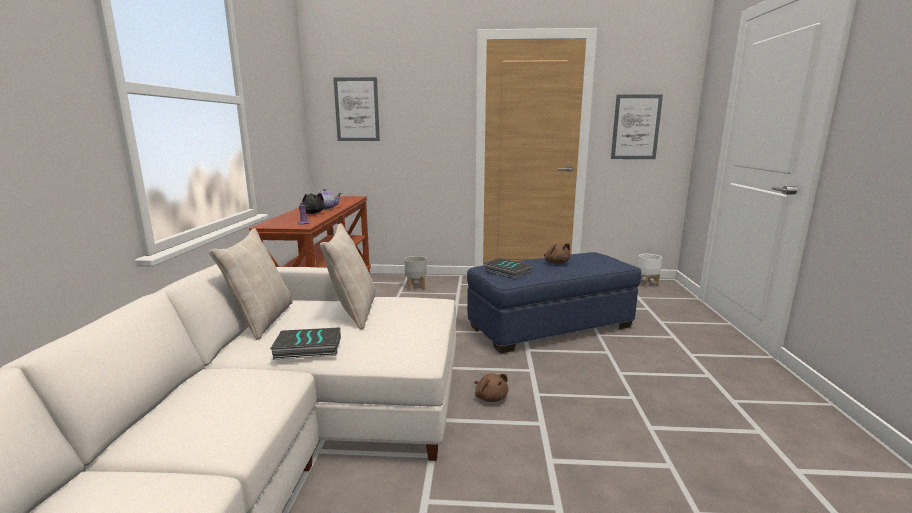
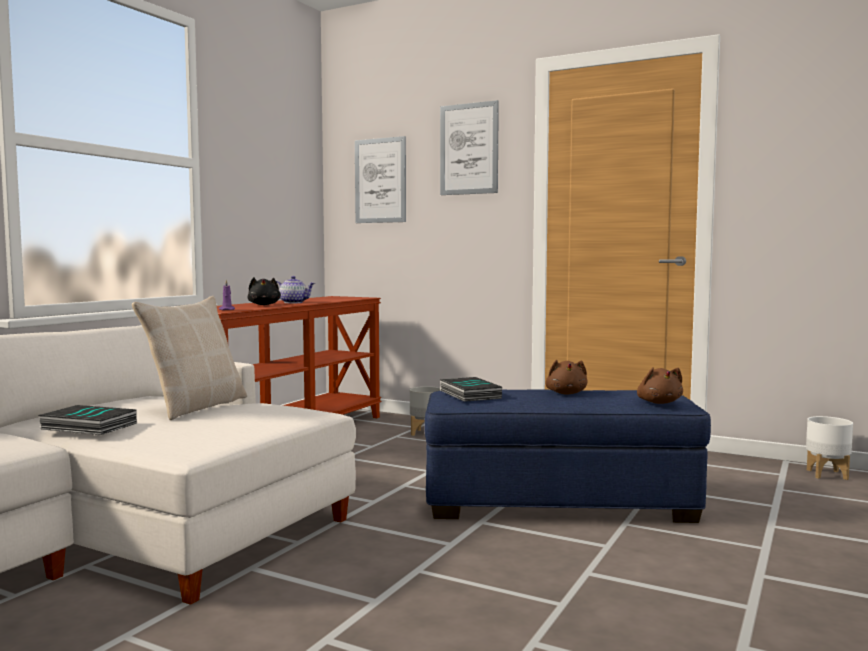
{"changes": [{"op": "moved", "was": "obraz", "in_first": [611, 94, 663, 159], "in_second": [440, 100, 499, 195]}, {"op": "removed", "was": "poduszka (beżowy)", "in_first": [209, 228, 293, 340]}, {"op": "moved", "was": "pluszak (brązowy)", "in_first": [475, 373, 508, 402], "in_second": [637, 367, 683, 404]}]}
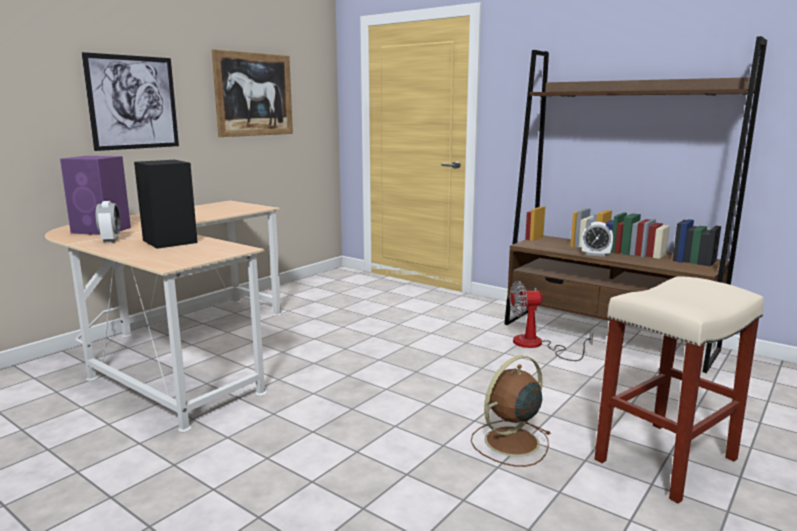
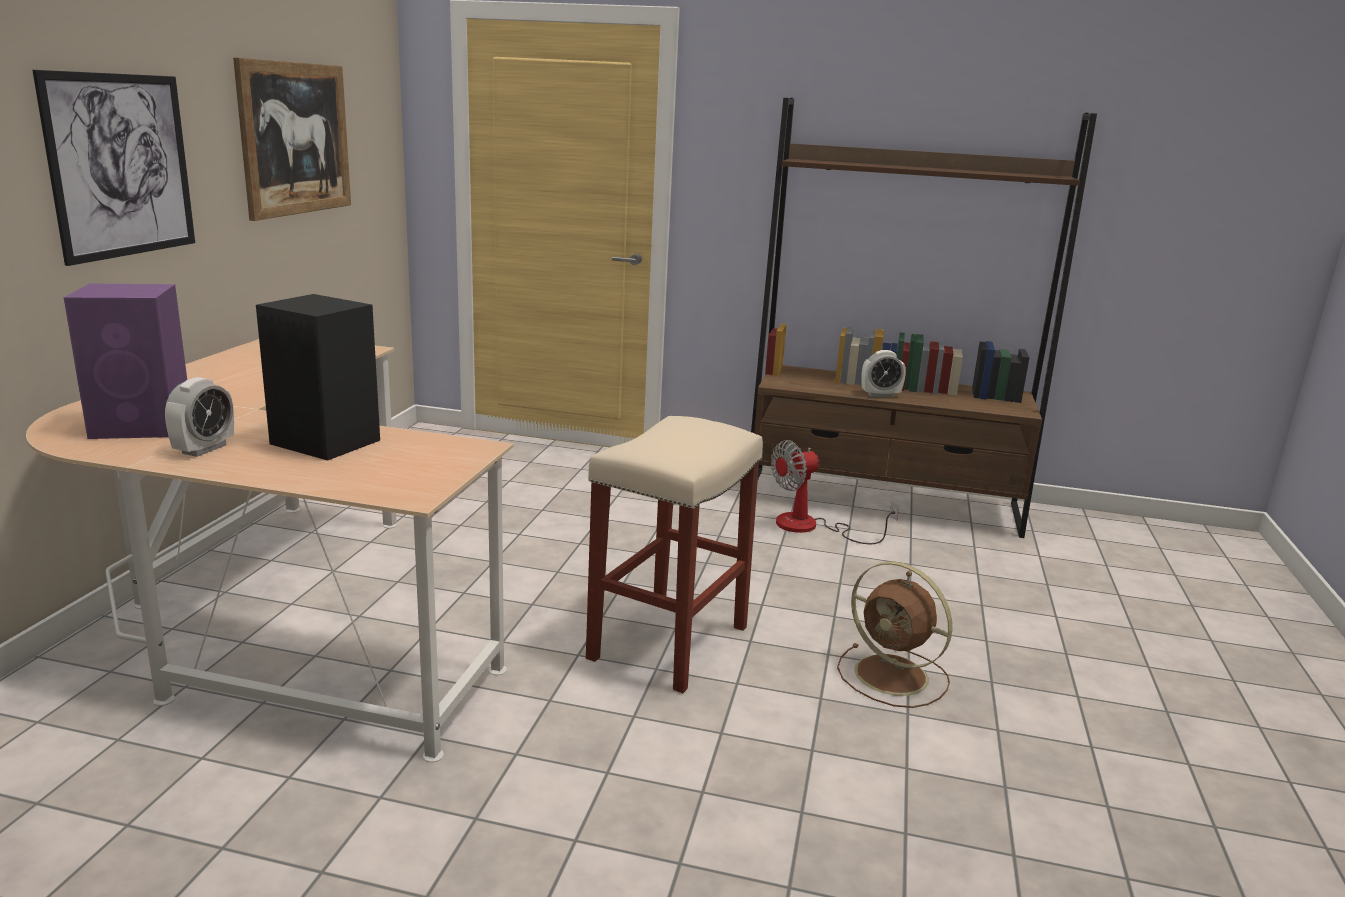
{"changes": [{"op": "turned", "was": "budzik", "in_first": [96, 201, 120, 243], "in_second": [165, 377, 234, 457], "clockwise": 60}, {"op": "moved", "was": "stołek (beżowy)", "in_first": [595, 276, 764, 504], "in_second": [586, 416, 763, 693]}, {"op": "turned", "was": "wentylator (brązowy)", "in_first": [471, 355, 550, 467], "in_second": [837, 561, 952, 708], "clockwise": -75}]}
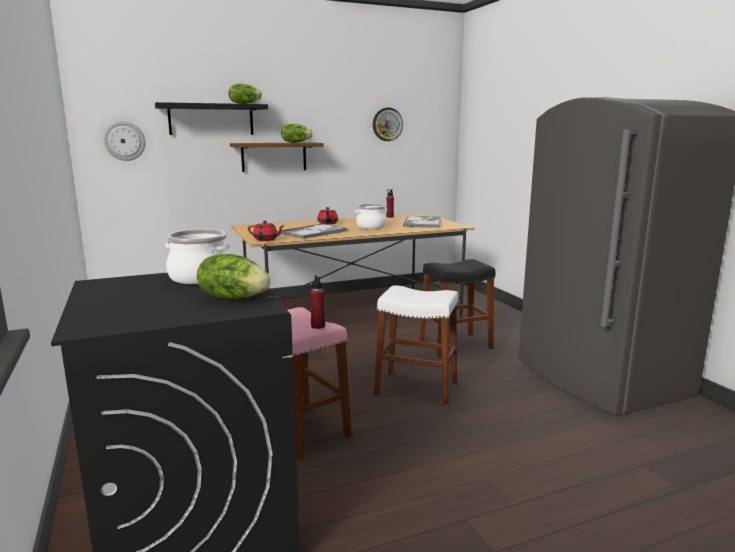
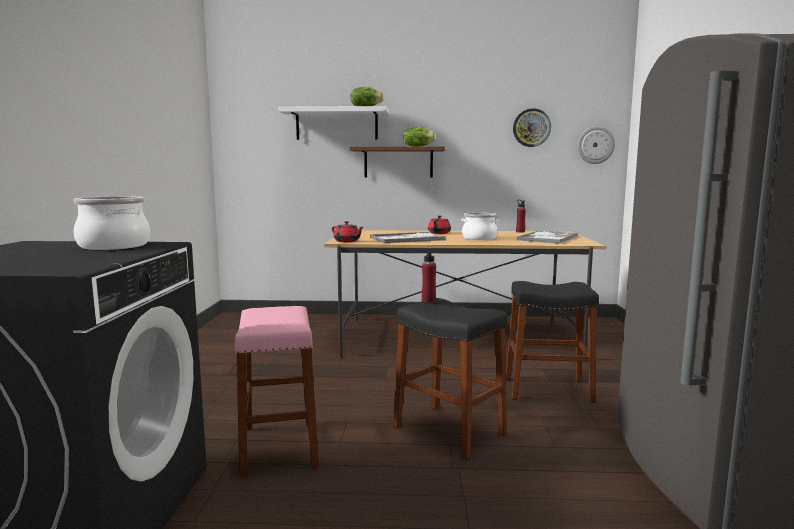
{"changes": [{"op": "recoloured", "was": "półka (czarny)", "now": "półka (biały)", "in_first": [155, 102, 268, 135], "in_second": [278, 106, 389, 140]}, {"op": "moved", "was": "zegar ścienny", "in_first": [103, 121, 146, 161], "in_second": [577, 126, 615, 164]}, {"op": "removed", "was": "sałata", "in_first": [197, 254, 271, 300]}, {"op": "moved", "was": "butelka (czerwony)", "in_first": [310, 275, 325, 329], "in_second": [422, 249, 436, 302]}, {"op": "recoloured", "was": "stołek (biały)", "now": "stołek (czarny)", "in_first": [374, 285, 458, 406], "in_second": [393, 298, 507, 460]}]}
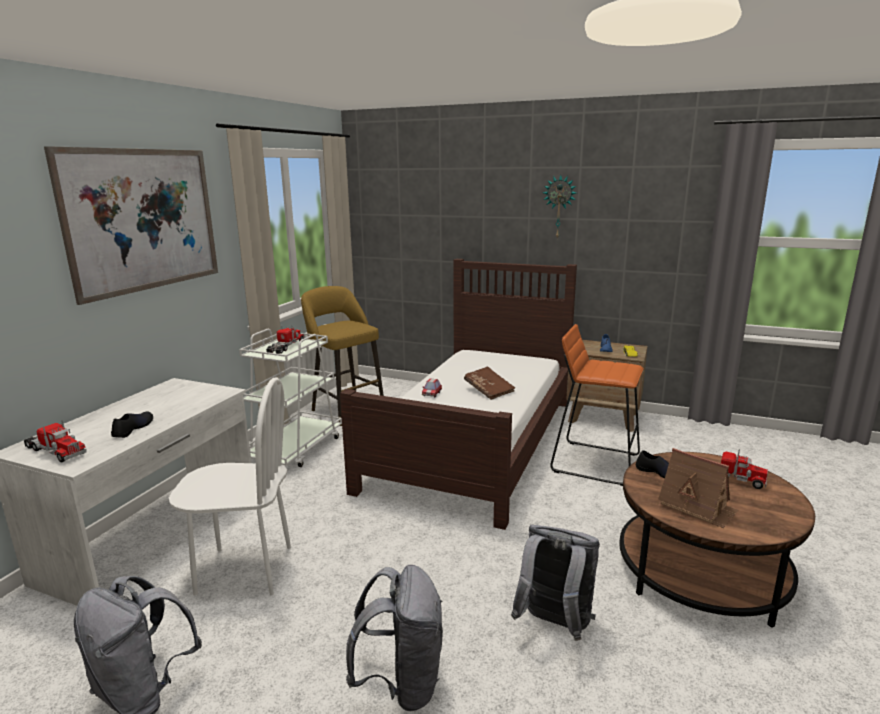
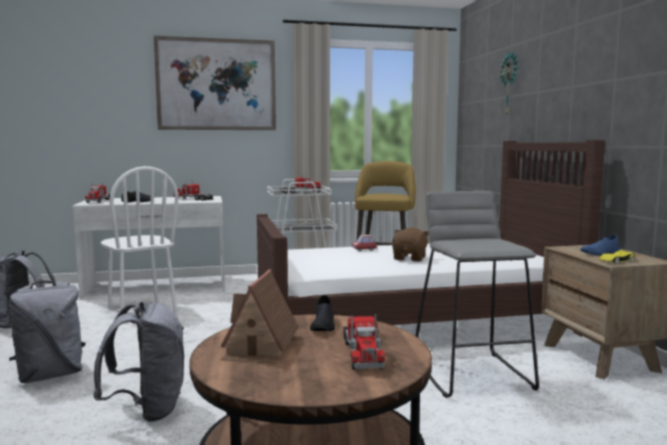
{"changes": [{"op": "moved", "was": "zegar ścienny", "in_first": [543, 175, 576, 239], "in_second": [500, 52, 518, 115]}, {"op": "recoloured", "was": "stołek (pomarańczowy)", "now": "stołek (szary)", "in_first": [550, 324, 644, 486], "in_second": [415, 191, 539, 398]}, {"op": "replaced", "was": "książka (brązowy)", "now": "pluszak (brązowy)", "in_first": [464, 366, 515, 400], "in_second": [392, 228, 429, 261]}, {"op": "added", "now": "ciężarówka zabawkowa", "in_second": [173, 181, 213, 201]}]}
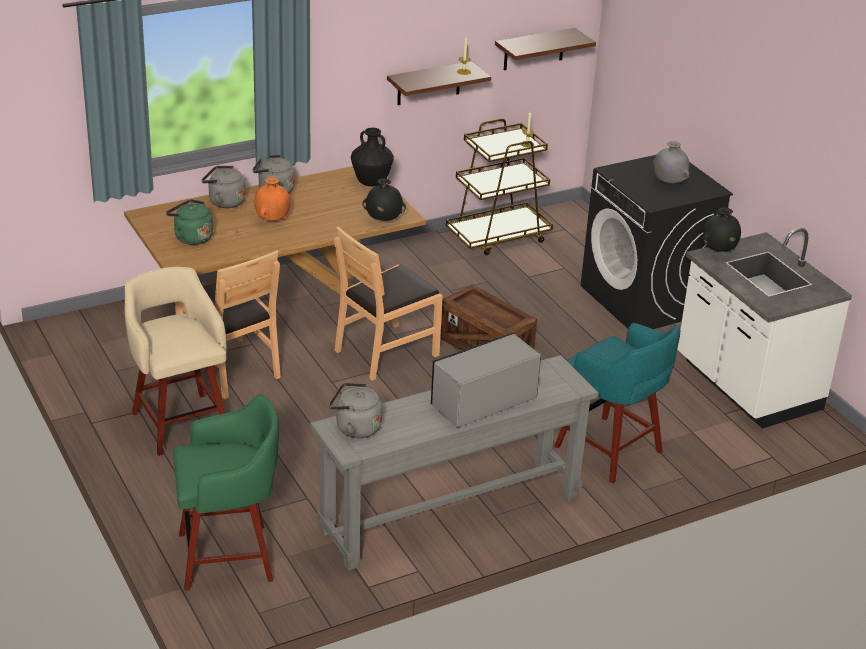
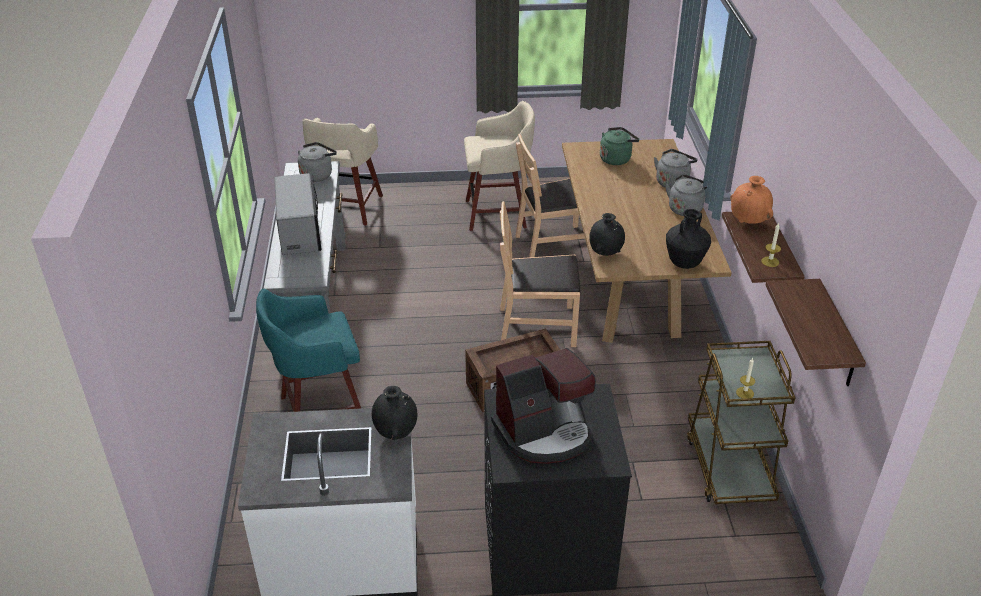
{"changes": [{"op": "replaced", "was": "wazon (szary)", "now": "ekspres do kawy", "in_first": [653, 141, 690, 184], "in_second": [491, 348, 596, 464]}, {"op": "moved", "was": "wazon (pomarańczowy)", "in_first": [254, 177, 291, 221], "in_second": [730, 176, 773, 224]}, {"op": "turned", "was": "krzesło (brązowy)", "in_first": [334, 226, 443, 381], "in_second": [500, 201, 580, 347], "clockwise": -75}, {"op": "recoloured", "was": "stołek (zielony)", "now": "stołek (beżowy)", "in_first": [173, 394, 279, 591], "in_second": [302, 117, 383, 226]}]}
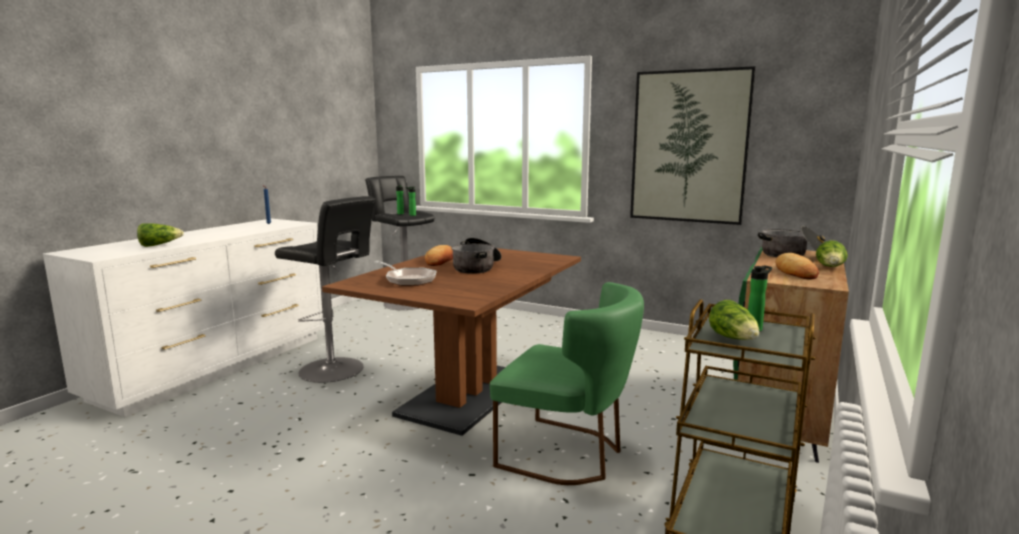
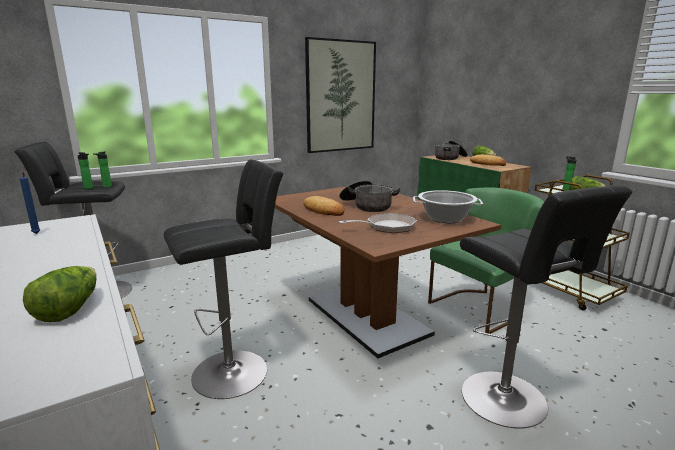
{"changes": [{"op": "added", "now": "stołek (czarny)", "in_second": [460, 185, 633, 428]}, {"op": "added", "now": "garnek", "in_second": [413, 190, 483, 223]}]}
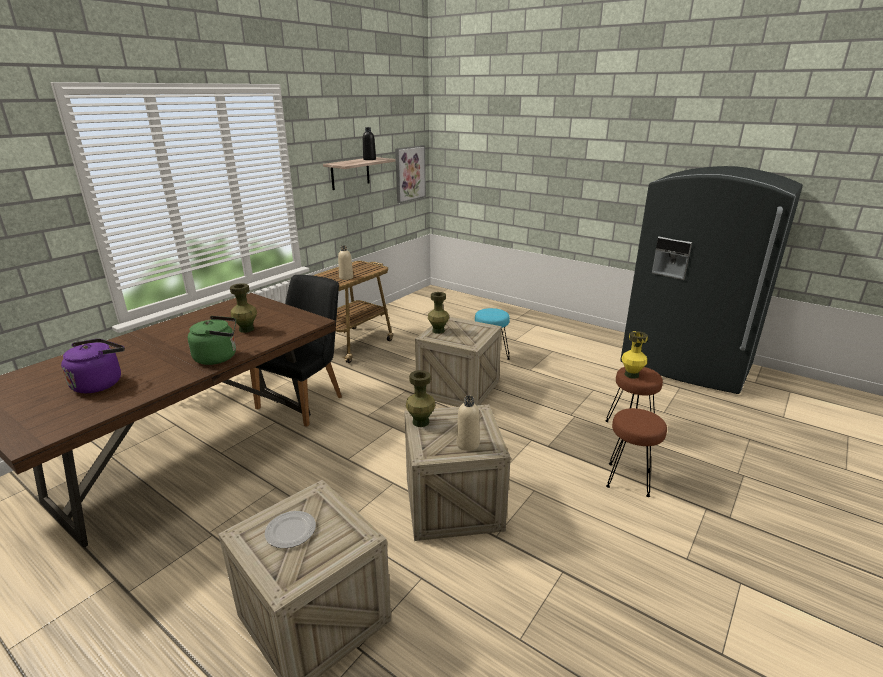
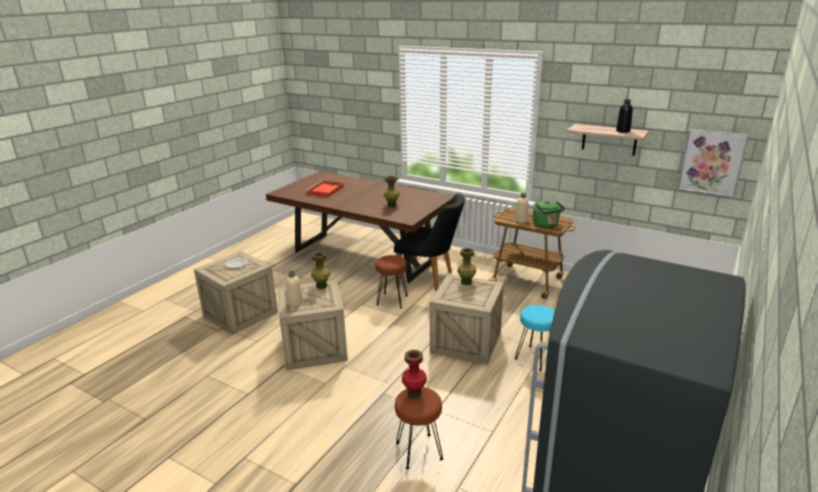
{"changes": [{"op": "moved", "was": "czajnik (zielony)", "in_first": [188, 316, 236, 365], "in_second": [533, 201, 565, 228]}, {"op": "recoloured", "was": "wazon (żółty)", "now": "wazon (czerwony)", "in_first": [621, 331, 648, 379], "in_second": [402, 350, 427, 398]}, {"op": "replaced", "was": "czajnik (fioletowy)", "now": "taca (czerwony)", "in_first": [61, 339, 125, 393], "in_second": [306, 181, 344, 197]}, {"op": "moved", "was": "stołek (brązowy)", "in_first": [606, 408, 667, 497], "in_second": [375, 255, 408, 308]}]}
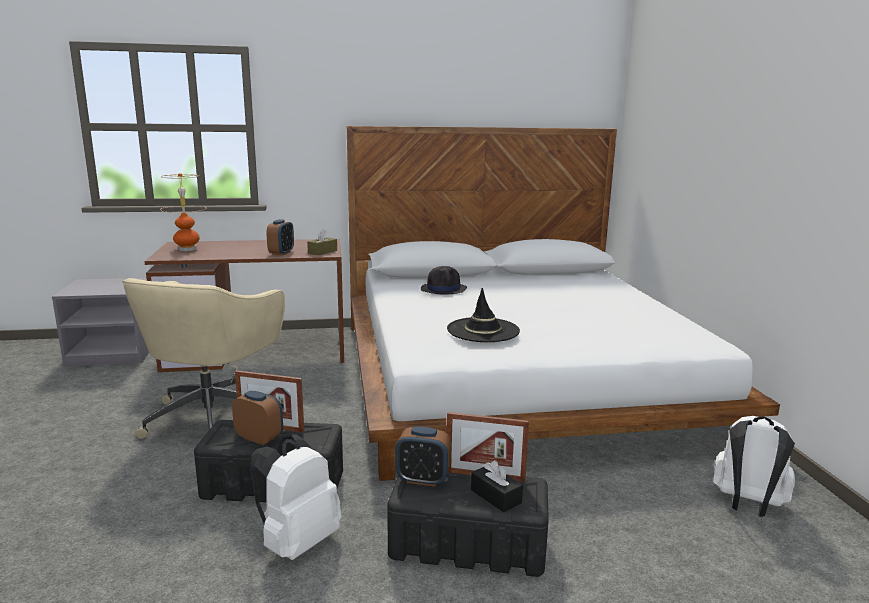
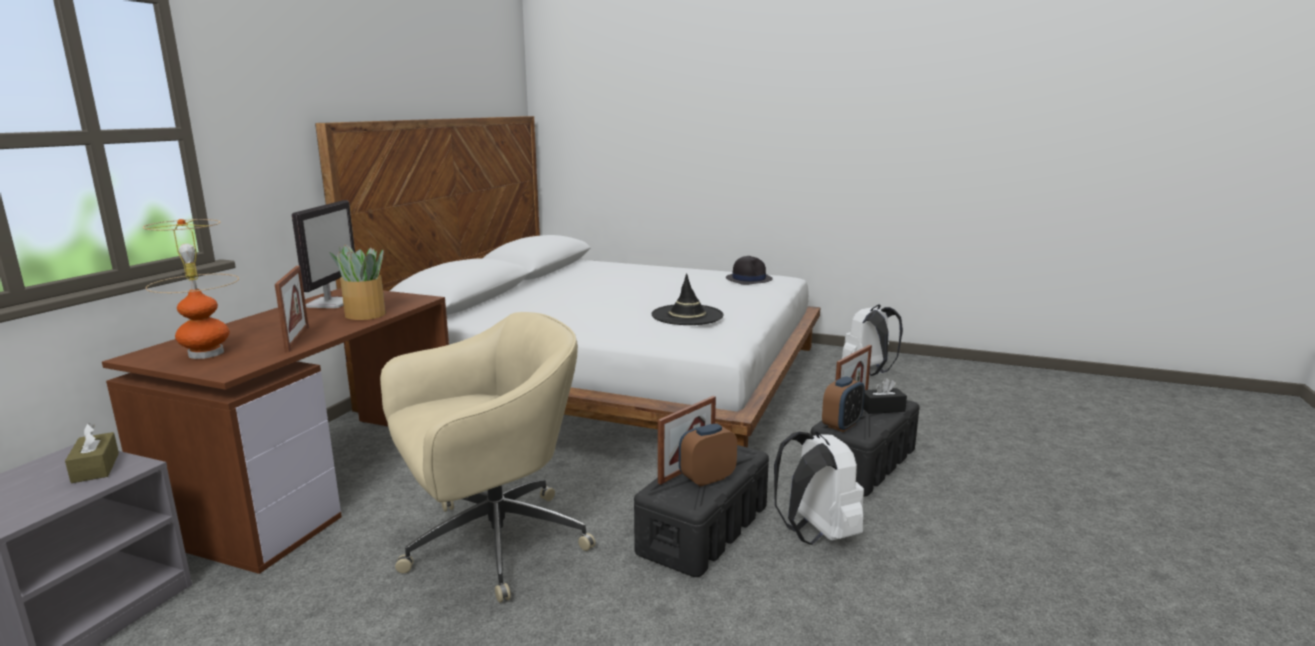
{"changes": [{"op": "replaced", "was": "budzik", "now": "roślina doniczkowa", "in_first": [266, 219, 294, 256], "in_second": [329, 245, 386, 320]}, {"op": "moved", "was": "pudełko chusteczek (brązowy)", "in_first": [307, 229, 337, 255], "in_second": [65, 423, 119, 483]}, {"op": "moved", "was": "kapelusz (czarny)", "in_first": [421, 266, 467, 294], "in_second": [726, 256, 773, 285]}, {"op": "turned", "was": "krzesło biurowe (beżowy)", "in_first": [122, 278, 285, 439], "in_second": [380, 312, 595, 603], "clockwise": -75}, {"op": "added", "now": "monitor", "in_second": [292, 200, 355, 308]}, {"op": "added", "now": "ramka na zdjęcie", "in_second": [275, 266, 309, 352]}]}
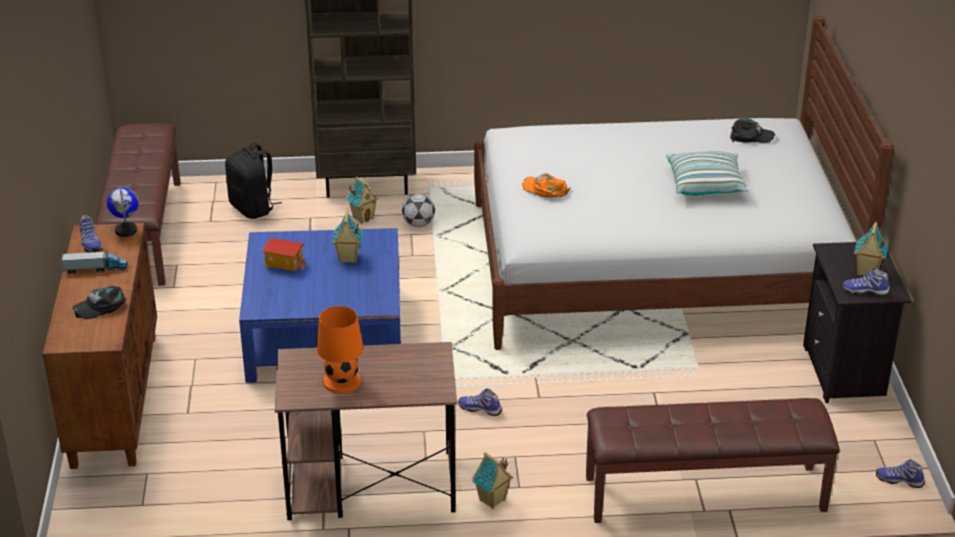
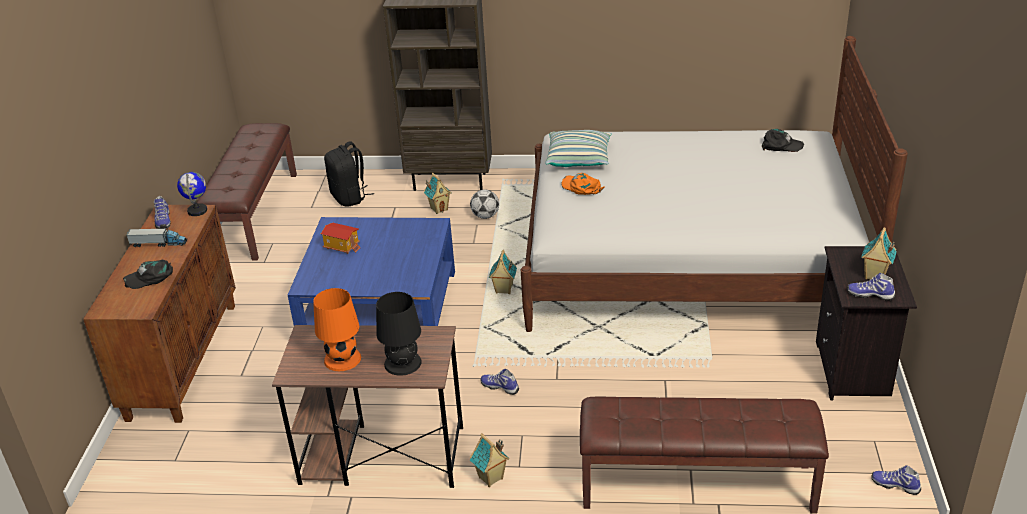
{"changes": [{"op": "moved", "was": "poduszka", "in_first": [666, 151, 748, 195], "in_second": [546, 130, 612, 167]}, {"op": "moved", "was": "domek", "in_first": [332, 211, 363, 263], "in_second": [489, 250, 517, 294]}, {"op": "added", "now": "lampa stołowa (czarny)", "in_second": [376, 292, 422, 376]}]}
